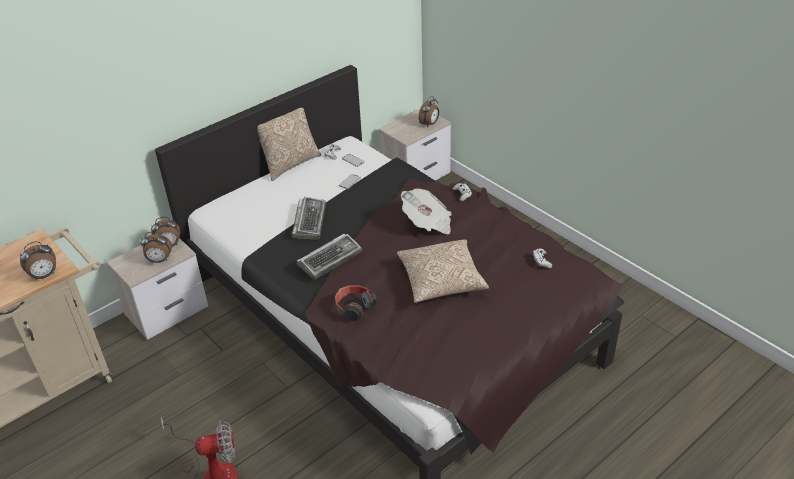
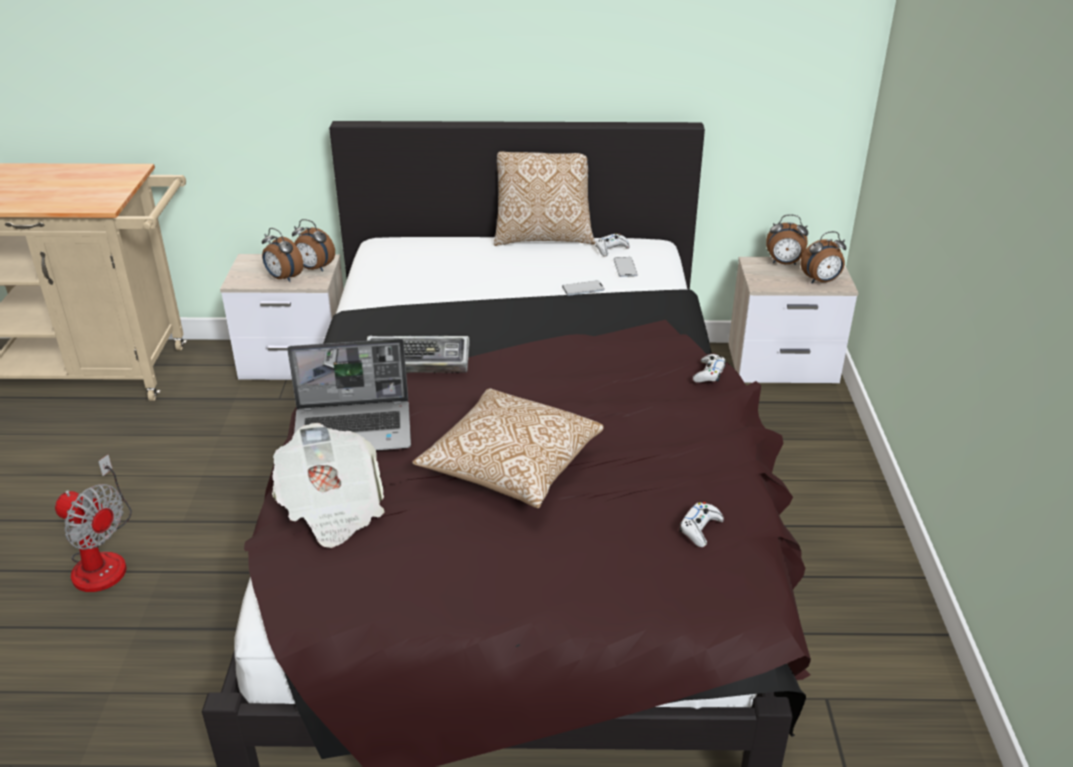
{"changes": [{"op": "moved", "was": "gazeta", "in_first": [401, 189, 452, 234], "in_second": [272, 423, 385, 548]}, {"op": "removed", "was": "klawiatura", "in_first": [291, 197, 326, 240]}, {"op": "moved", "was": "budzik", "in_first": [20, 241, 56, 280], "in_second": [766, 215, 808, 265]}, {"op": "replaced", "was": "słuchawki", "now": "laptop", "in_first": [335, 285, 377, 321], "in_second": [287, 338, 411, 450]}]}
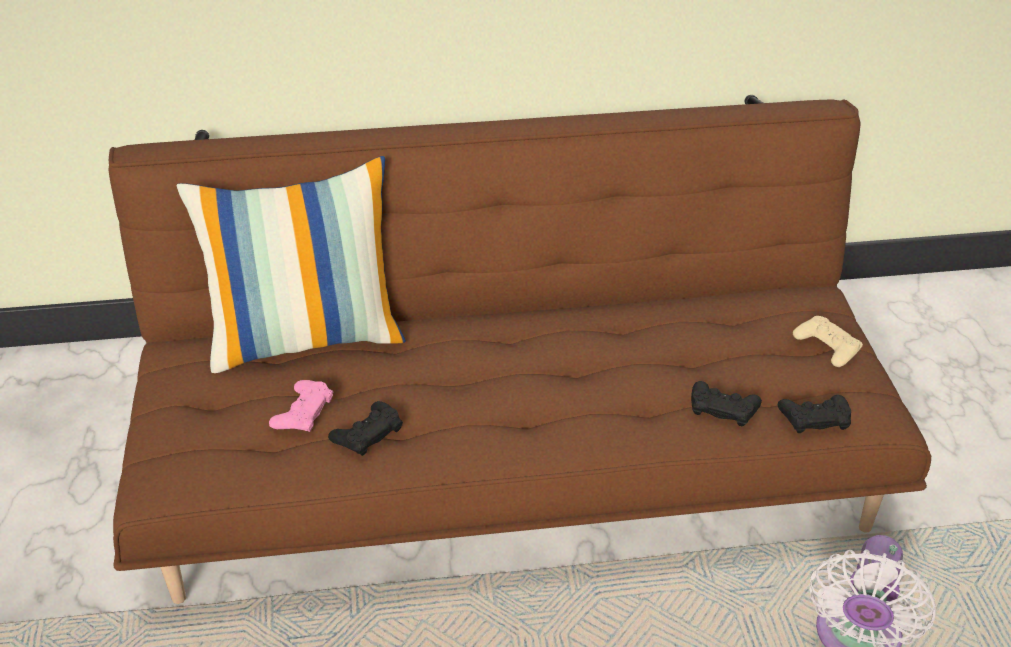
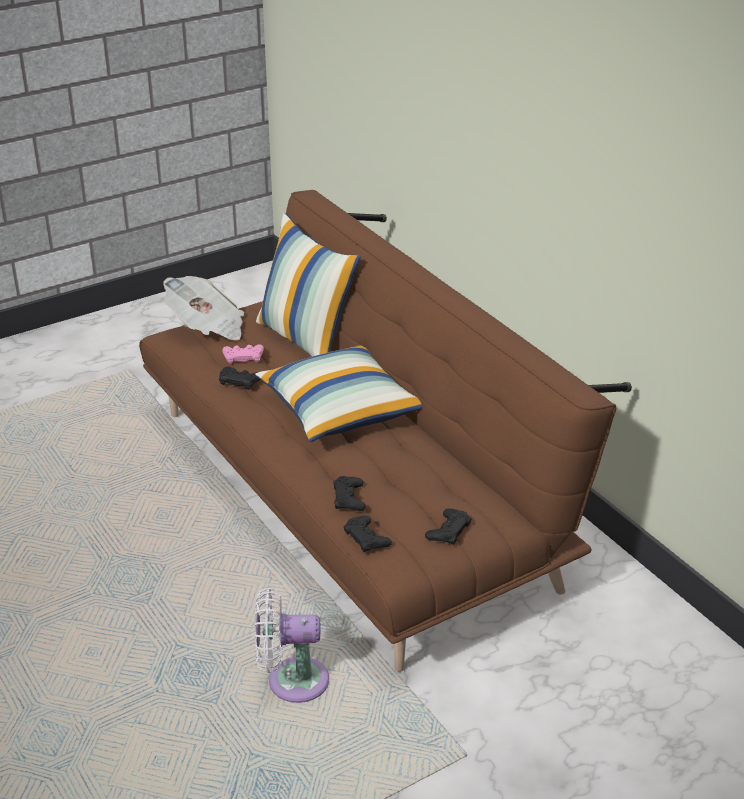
{"changes": [{"op": "recoloured", "was": "pad do gier (beżowy)", "now": "pad do gier (czarny)", "in_first": [793, 316, 863, 367], "in_second": [425, 508, 471, 545]}, {"op": "added", "now": "gazeta", "in_second": [163, 276, 244, 341]}, {"op": "added", "now": "poduszka", "in_second": [255, 346, 422, 442]}]}
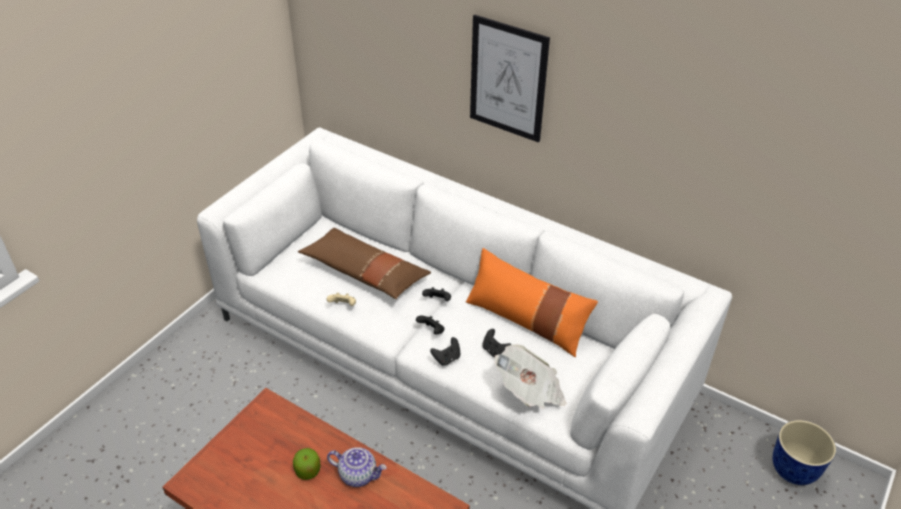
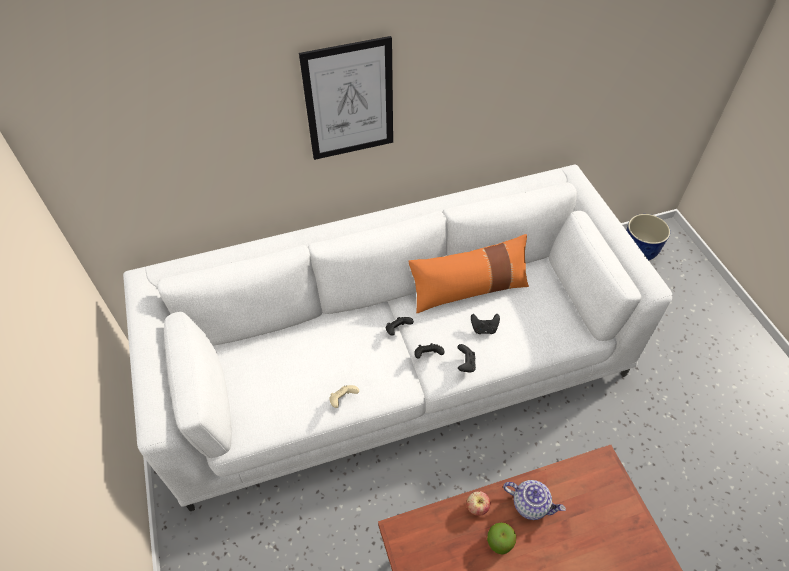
{"changes": [{"op": "removed", "was": "poduszka (brązowy)", "in_first": [298, 228, 431, 299]}, {"op": "removed", "was": "gazeta", "in_first": [494, 344, 566, 408]}, {"op": "turned", "was": "imbryk", "in_first": [327, 447, 387, 487], "in_second": [503, 480, 566, 520], "clockwise": 60}, {"op": "added", "now": "jabłko", "in_second": [467, 491, 490, 516]}]}
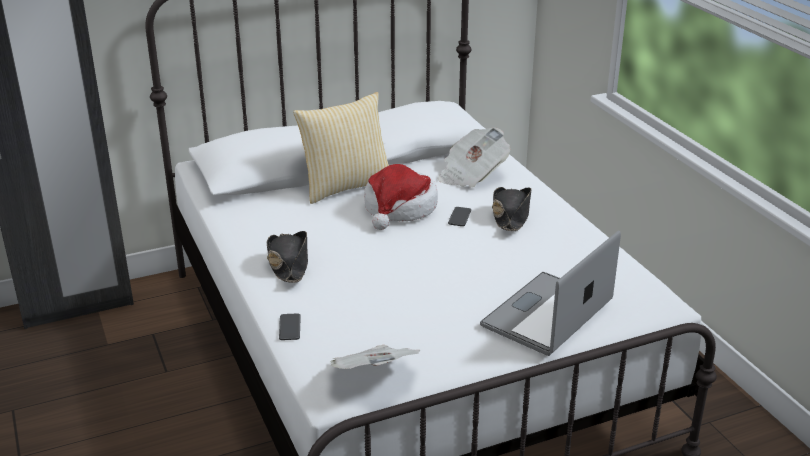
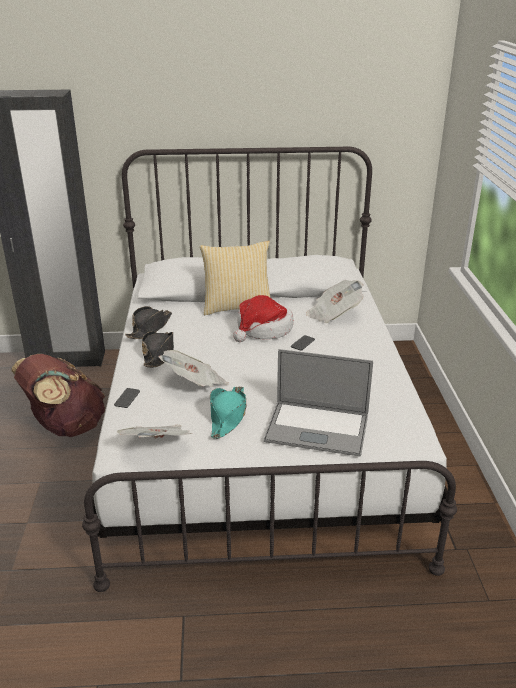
{"changes": [{"op": "moved", "was": "kapelusz (czarny)", "in_first": [492, 187, 531, 231], "in_second": [125, 306, 172, 339]}, {"op": "turned", "was": "laptop", "in_first": [480, 230, 621, 356], "in_second": [264, 349, 373, 457], "clockwise": -135}, {"op": "added", "now": "gazeta", "in_second": [158, 350, 229, 387]}, {"op": "added", "now": "plecak (brązowy)", "in_second": [11, 354, 105, 437]}, {"op": "added", "now": "kapelusz (turkusowy)", "in_second": [210, 387, 247, 439]}]}
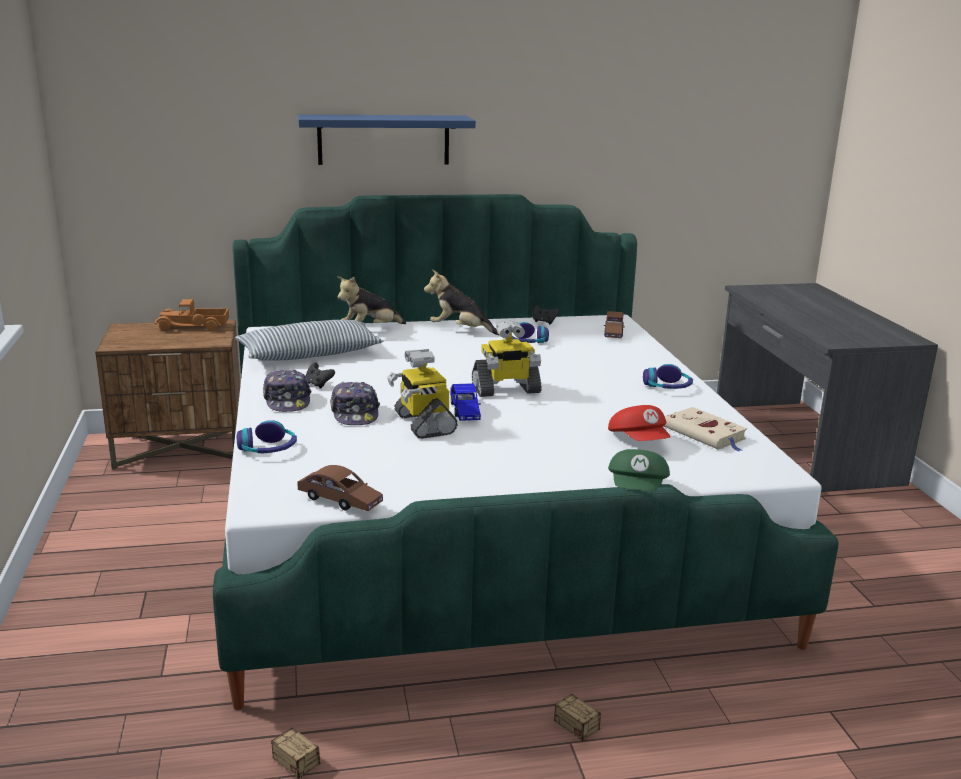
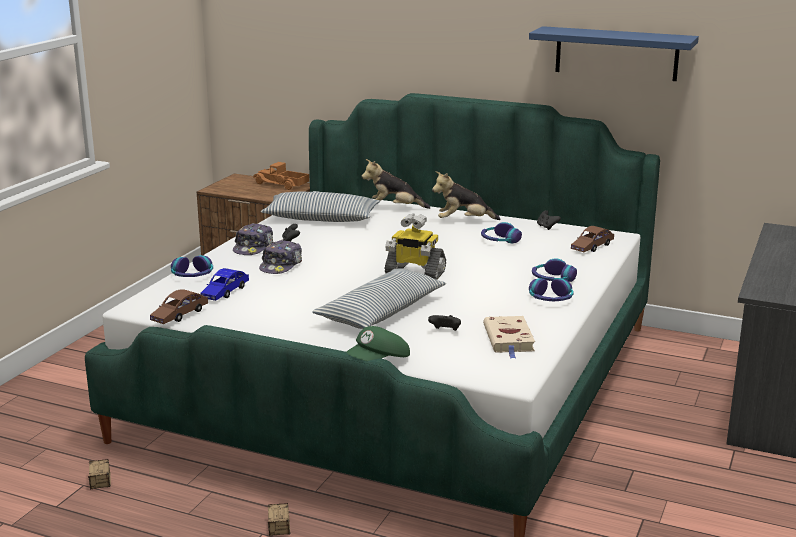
{"changes": [{"op": "moved", "was": "półka (niebieski)", "in_first": [298, 114, 476, 165], "in_second": [529, 26, 699, 81]}, {"op": "turned", "was": "pluszak", "in_first": [424, 270, 500, 336], "in_second": [432, 171, 501, 220], "clockwise": -60}, {"op": "removed", "was": "robot zabawkowy", "in_first": [387, 349, 458, 439]}, {"op": "moved", "was": "samochodzik (niebieski)", "in_first": [450, 383, 481, 421], "in_second": [201, 268, 249, 301]}, {"op": "replaced", "was": "czapka z daszkiem (czerwony)", "now": "pad do gier (czarny)", "in_first": [608, 405, 670, 441], "in_second": [428, 315, 461, 331]}, {"op": "turned", "was": "samochodzik (brązowy)", "in_first": [297, 465, 383, 511], "in_second": [150, 289, 208, 324], "clockwise": 60}, {"op": "added", "now": "słuchawki", "in_second": [532, 259, 577, 282]}, {"op": "added", "now": "poduszka", "in_second": [312, 268, 446, 329]}]}
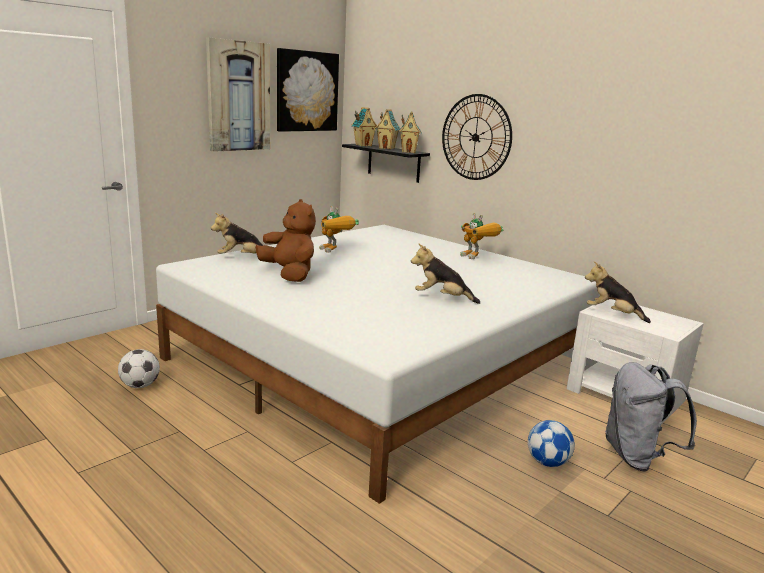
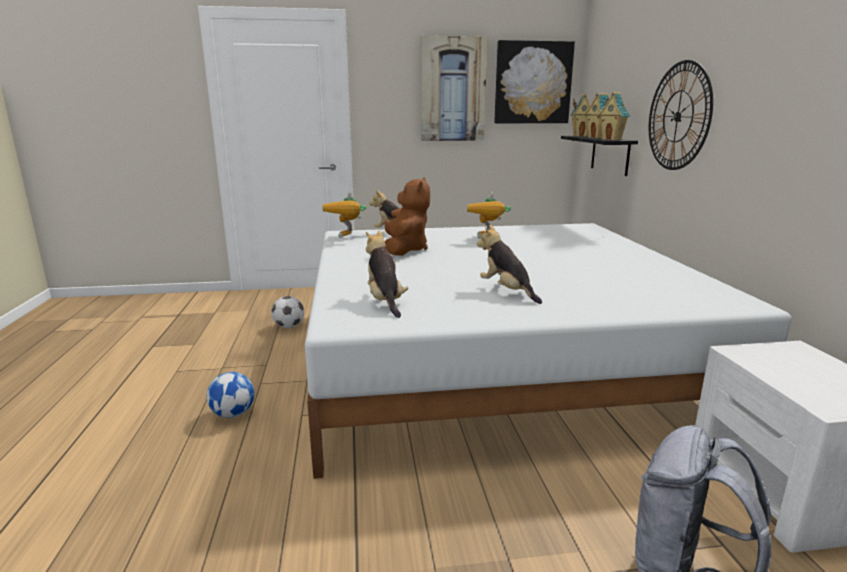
{"changes": [{"op": "moved", "was": "robot zabawkowy", "in_first": [460, 213, 503, 259], "in_second": [322, 191, 366, 238]}, {"op": "moved", "was": "pluszak", "in_first": [585, 261, 651, 323], "in_second": [366, 230, 408, 318]}, {"op": "moved", "was": "piłka futbolowa", "in_first": [528, 420, 575, 467], "in_second": [207, 372, 254, 418]}]}
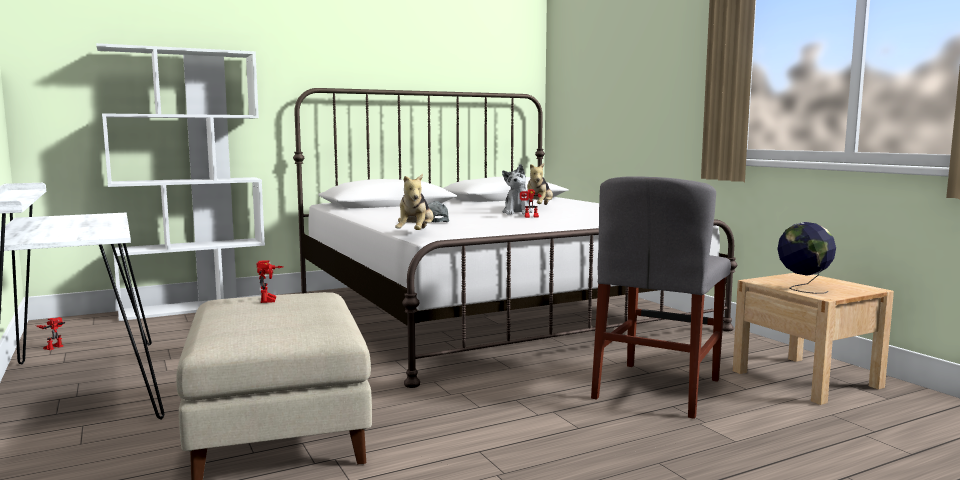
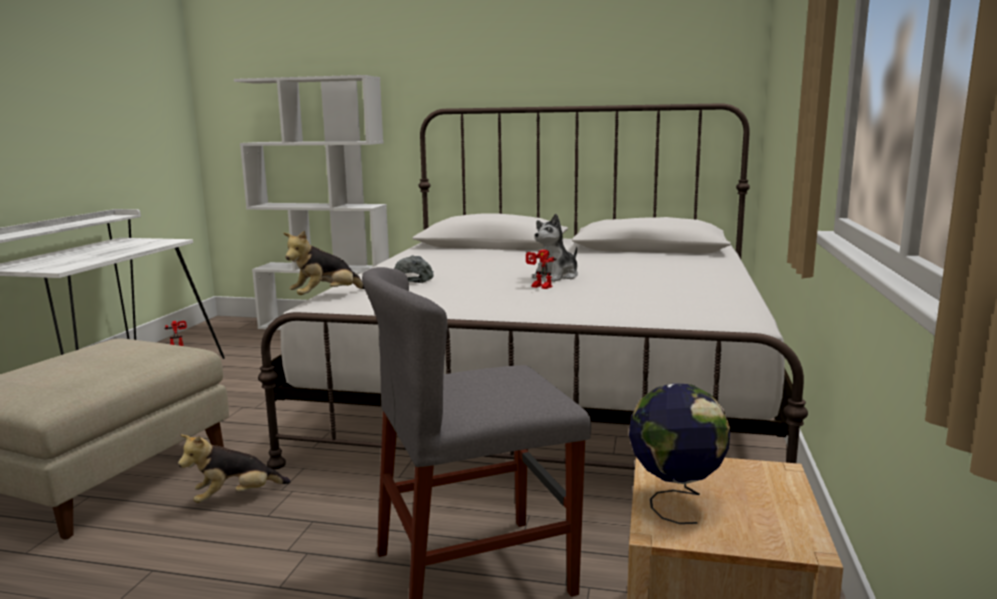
{"changes": [{"op": "moved", "was": "pluszak", "in_first": [527, 163, 553, 205], "in_second": [178, 434, 291, 503]}, {"op": "removed", "was": "robot zabawkowy", "in_first": [257, 260, 283, 303]}]}
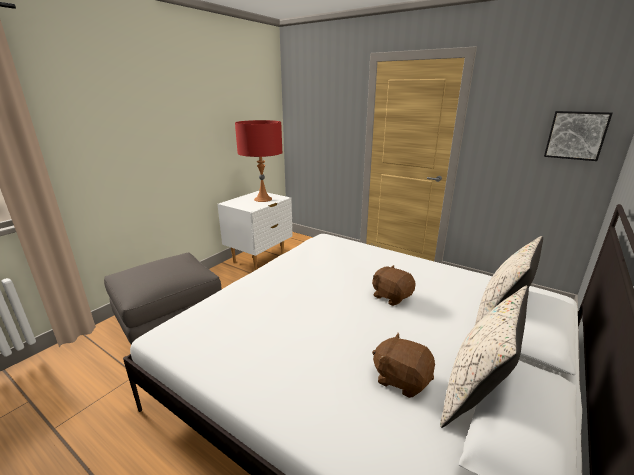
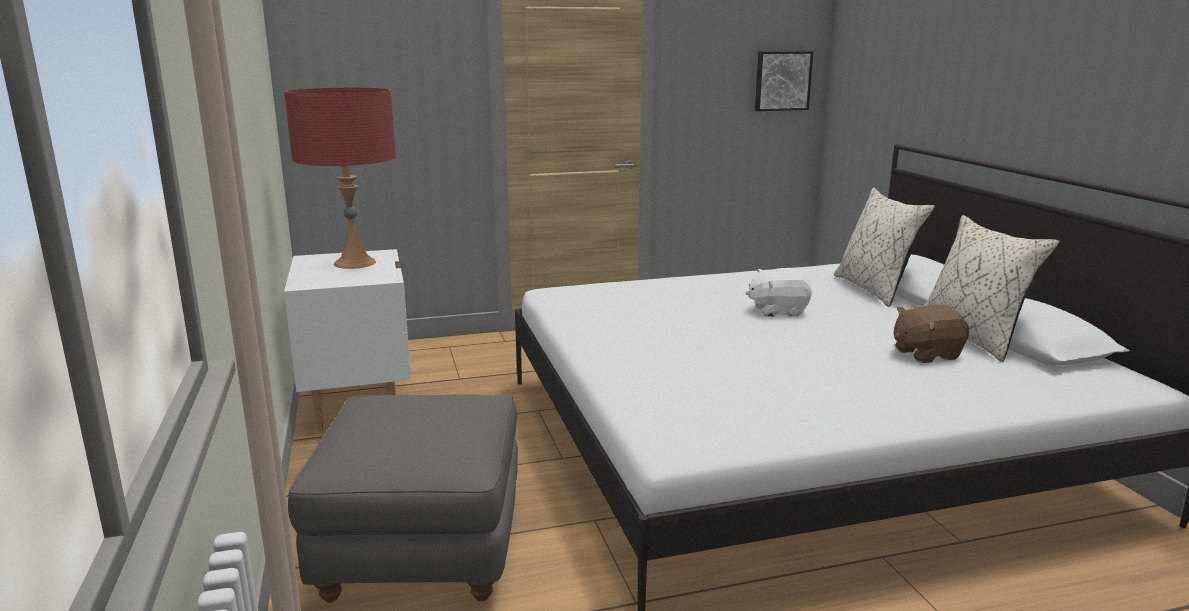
{"changes": [{"op": "recoloured", "was": "pluszak (brązowy)", "now": "pluszak (biały)", "in_first": [372, 265, 415, 306], "in_second": [745, 268, 812, 316]}]}
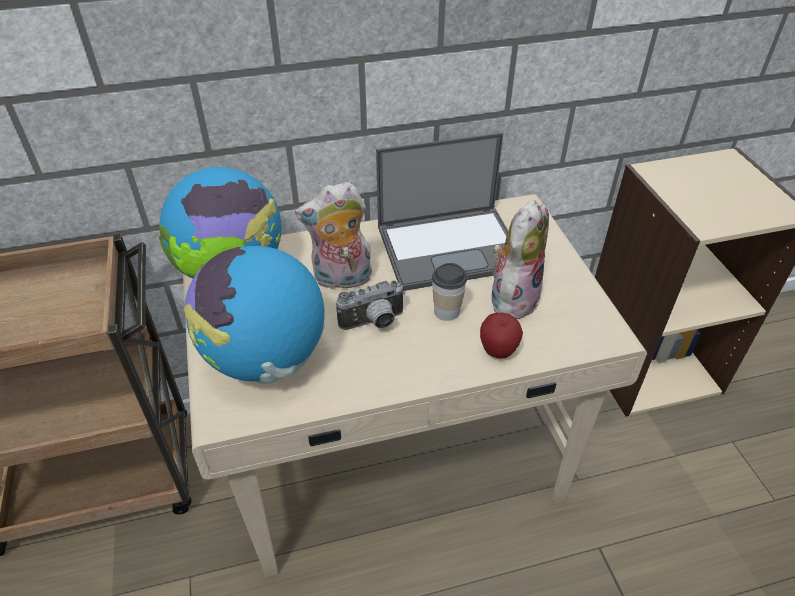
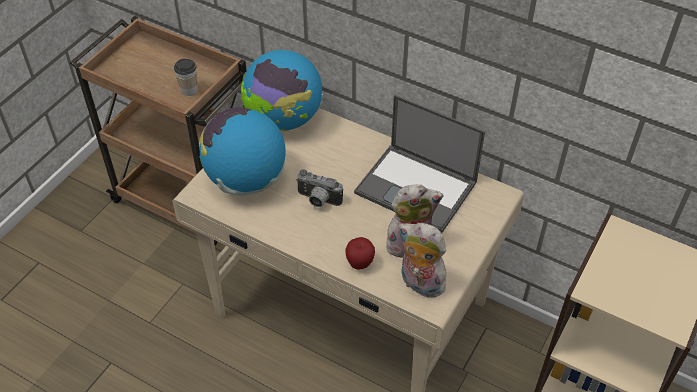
{"changes": [{"op": "moved", "was": "pluszak", "in_first": [295, 182, 372, 291], "in_second": [398, 223, 450, 298]}, {"op": "moved", "was": "filiżanka", "in_first": [432, 263, 467, 321], "in_second": [174, 58, 198, 96]}]}
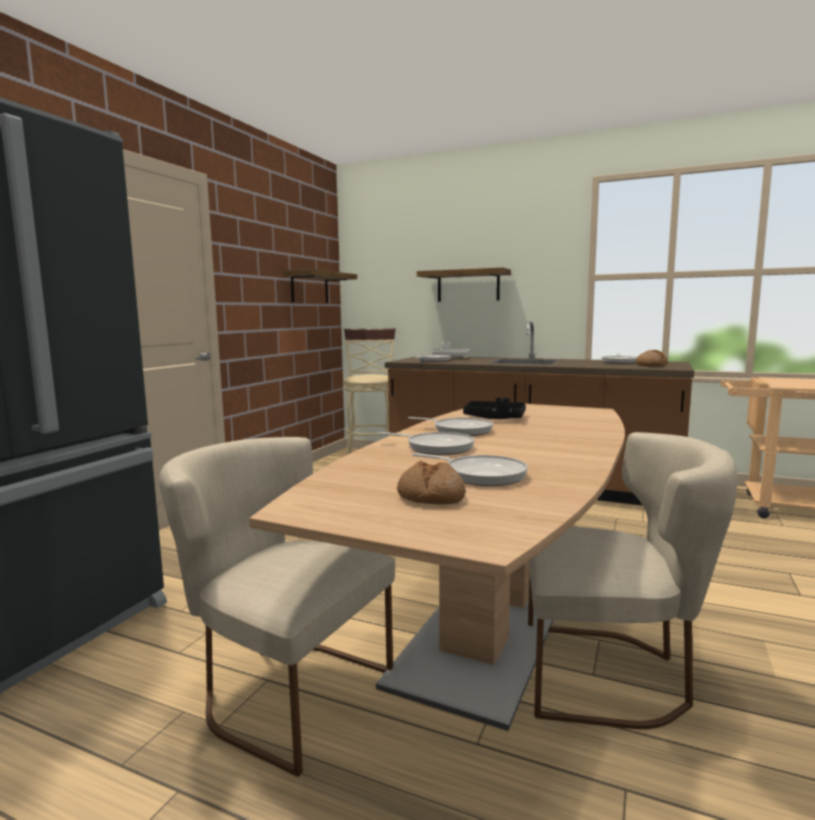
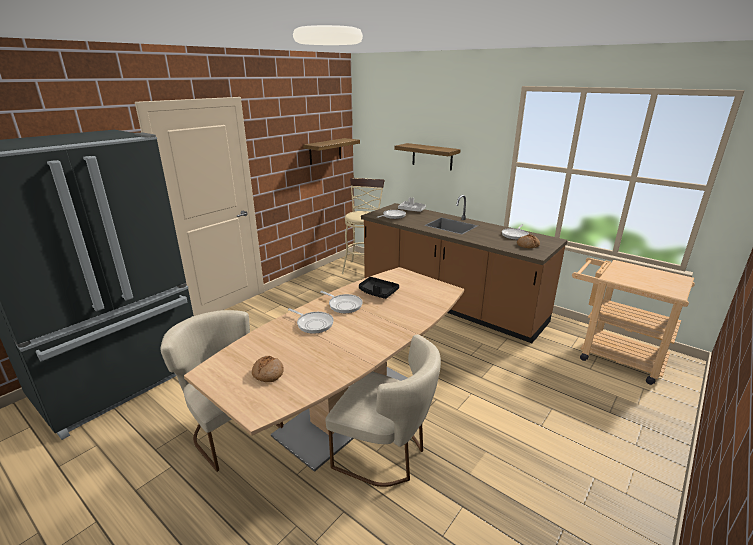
{"changes": [{"op": "removed", "was": "patelnia", "in_first": [412, 453, 528, 486]}]}
